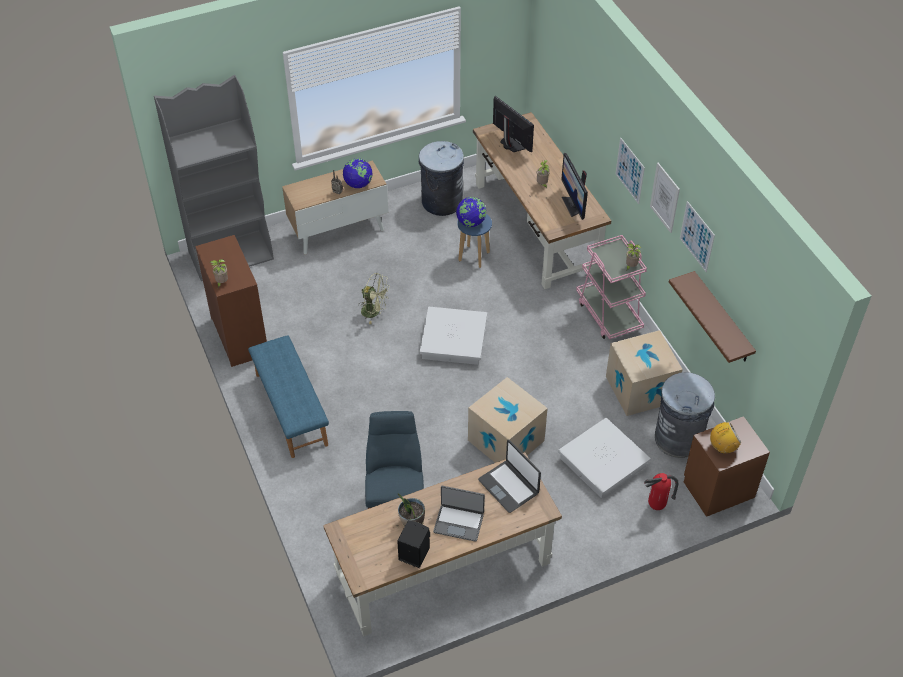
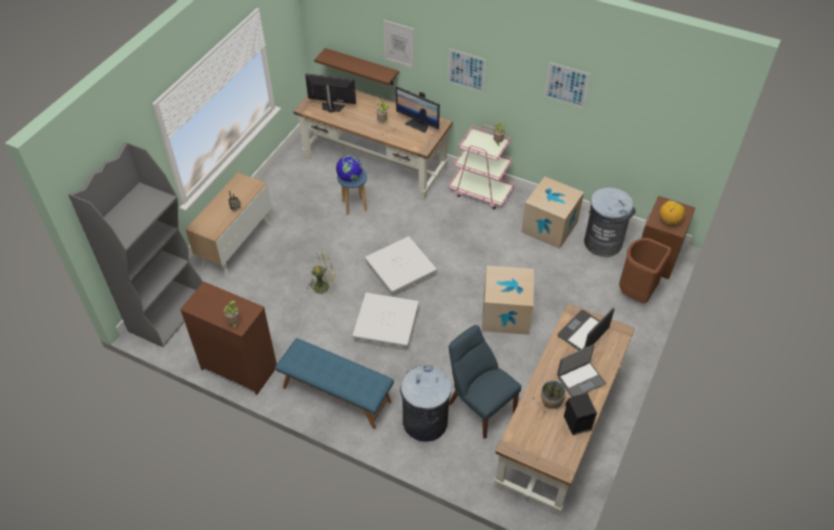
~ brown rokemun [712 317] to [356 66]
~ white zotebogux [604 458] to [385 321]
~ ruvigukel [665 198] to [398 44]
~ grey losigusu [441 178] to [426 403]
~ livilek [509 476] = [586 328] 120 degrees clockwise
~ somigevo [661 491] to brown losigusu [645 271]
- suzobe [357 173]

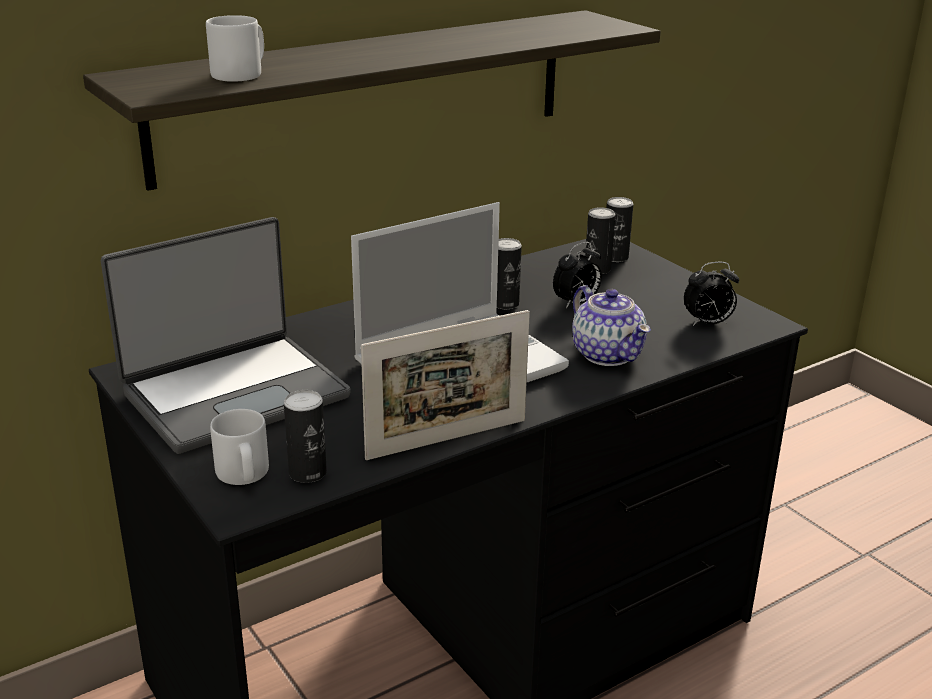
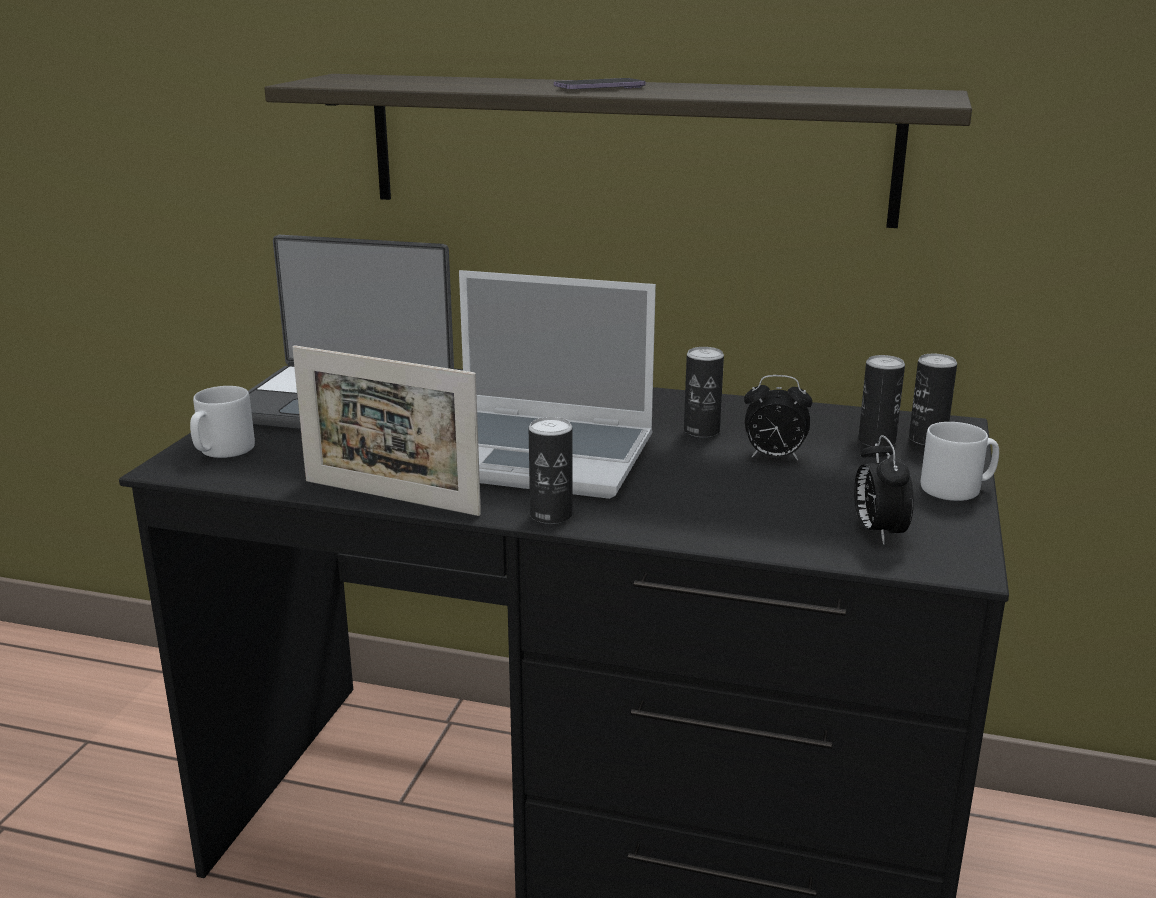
~ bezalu [305 436] to [551 470]
+ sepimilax [600 83]
~ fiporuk [711 294] = [884 490] 45 degrees clockwise
~ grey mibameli [235 48] to [960 461]
- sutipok [611 325]

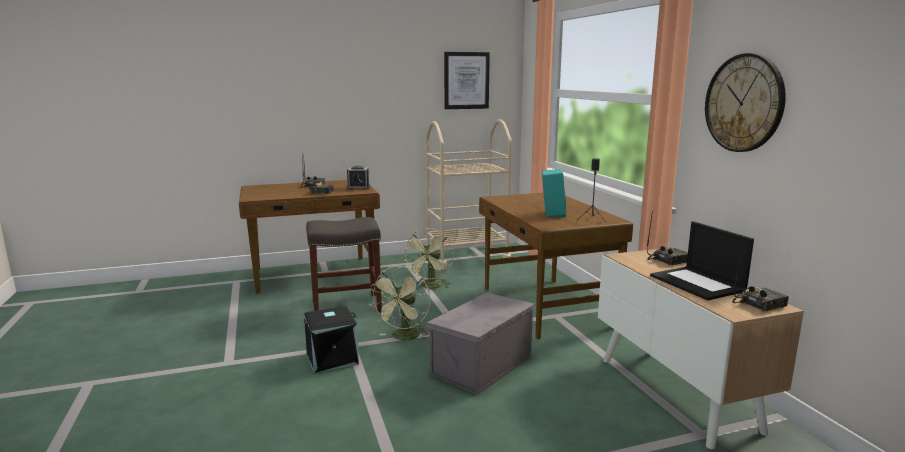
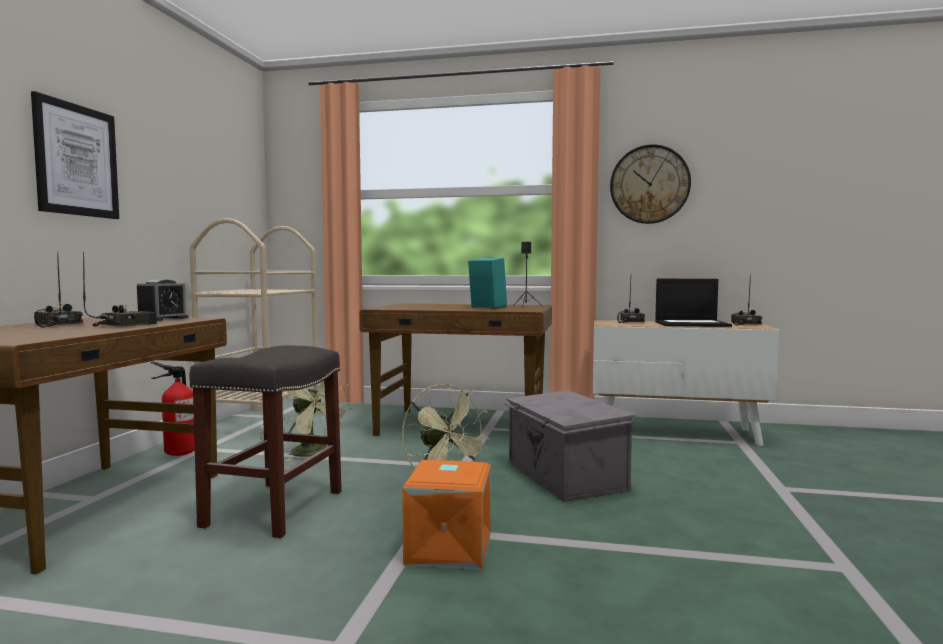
~ ruvigukel [467 80] to [75 155]
+ somigevo [173 409]
~ black zotebogux [331 339] to orange zotebogux [446 515]

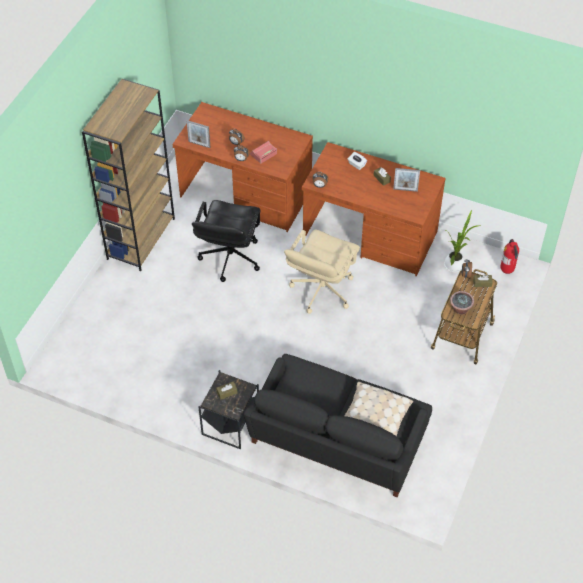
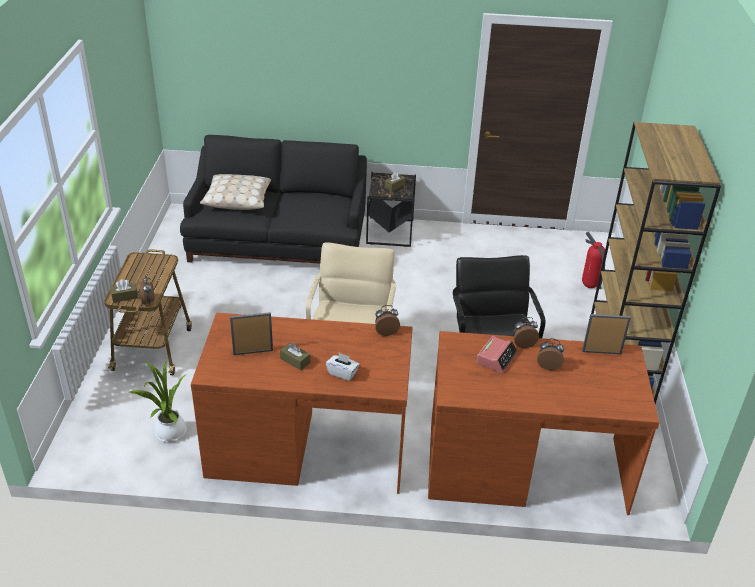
~ somigevo [509 256] to [593 260]
- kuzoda [462 302]

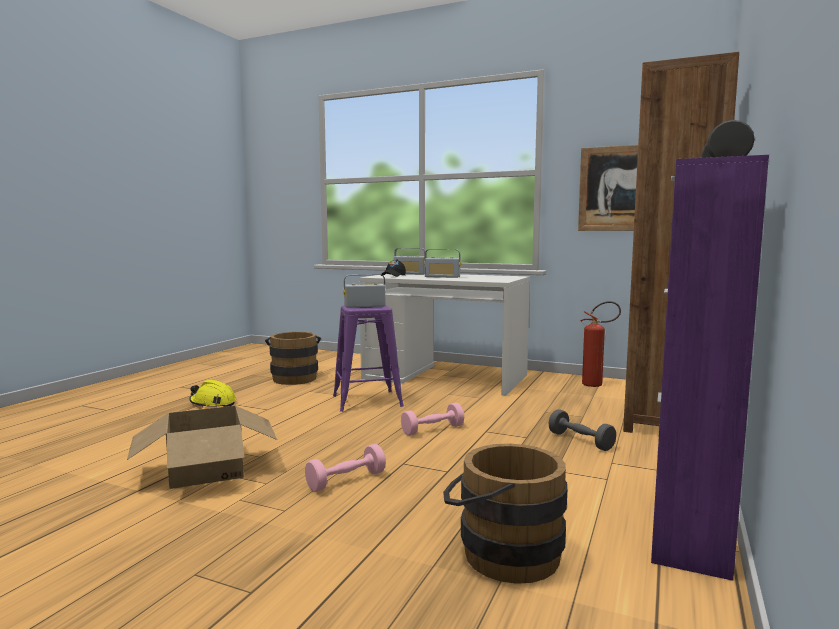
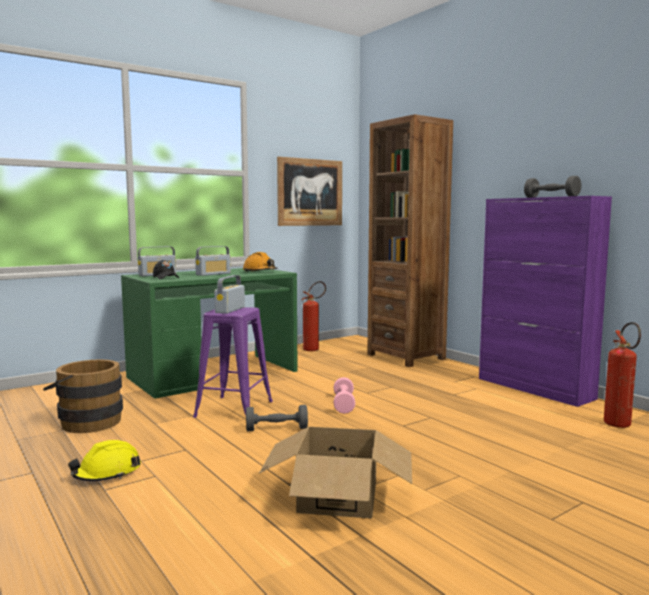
~ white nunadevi [444 335] to green nunadevi [209 333]
+ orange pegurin [260 262]
~ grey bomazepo [582 430] to [277 418]
+ somigevo [622 375]
- pink bomazepo [345 468]
- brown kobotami [505 514]

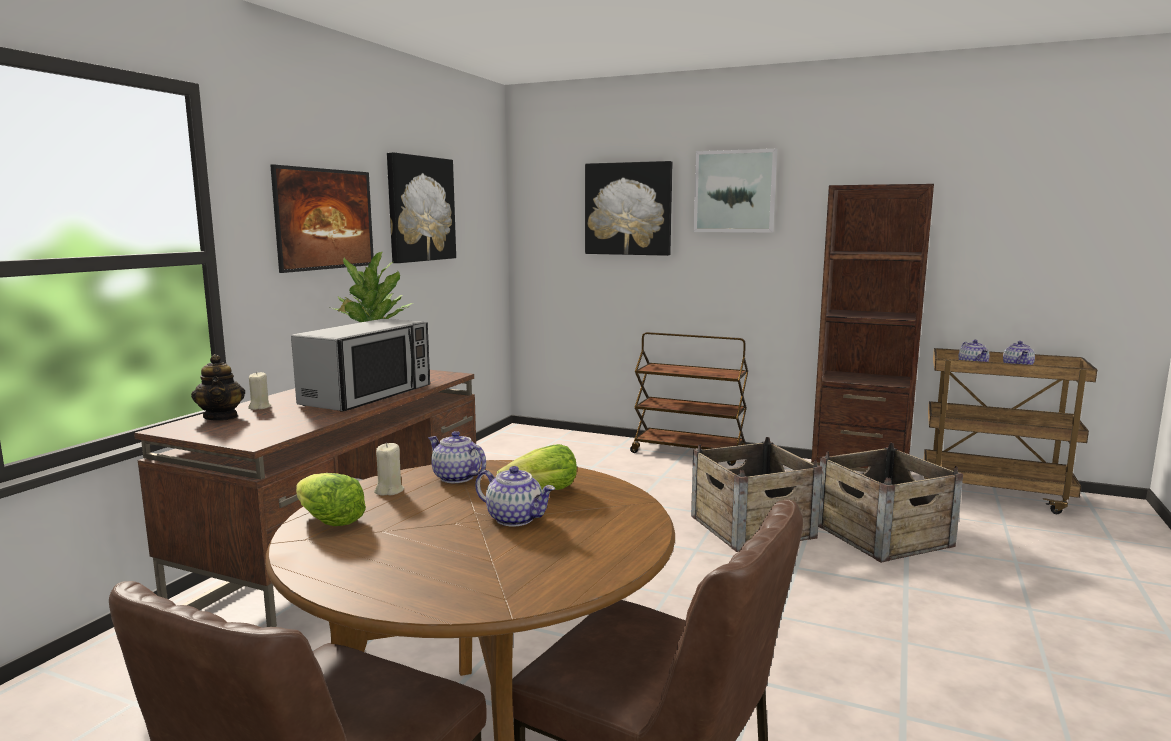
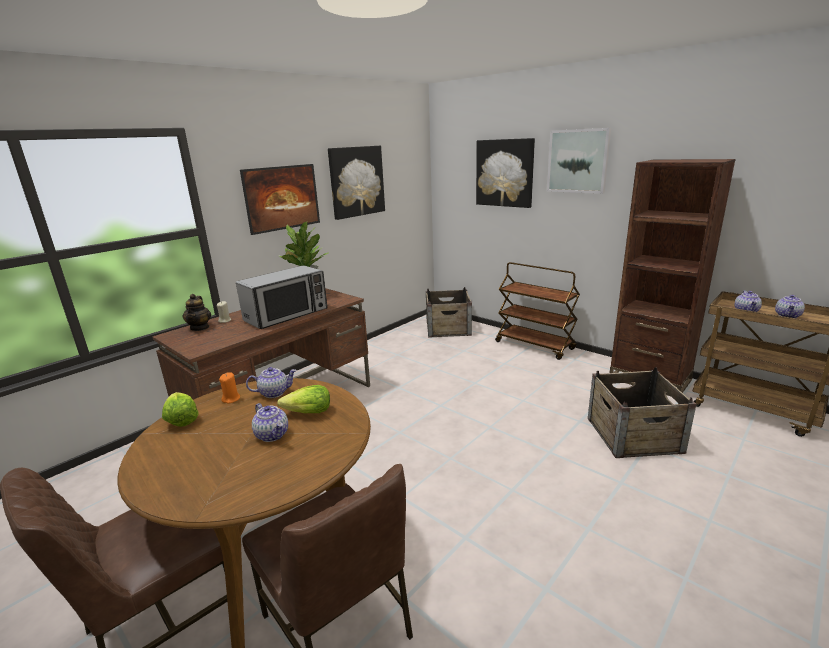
~ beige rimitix [389 469] to orange rimitix [229 388]
~ sutipok [457 457] = [271 382] 105 degrees clockwise
~ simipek [756 494] to [449 312]

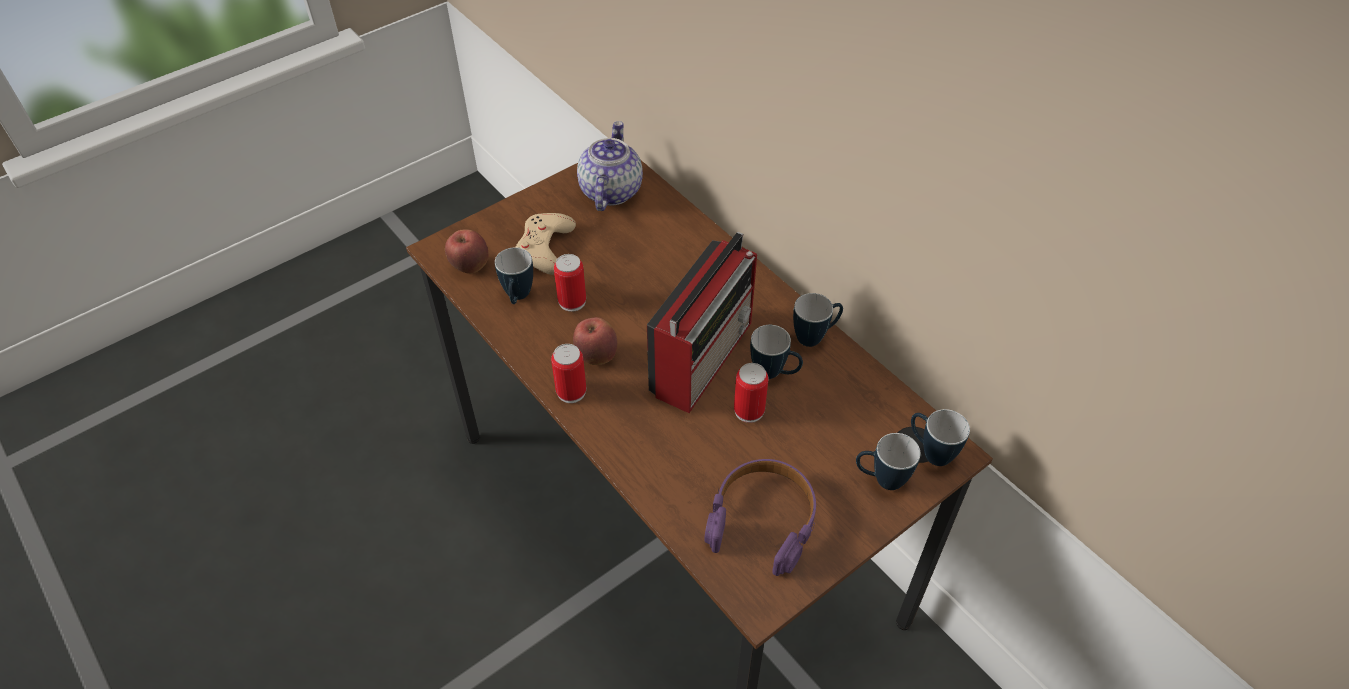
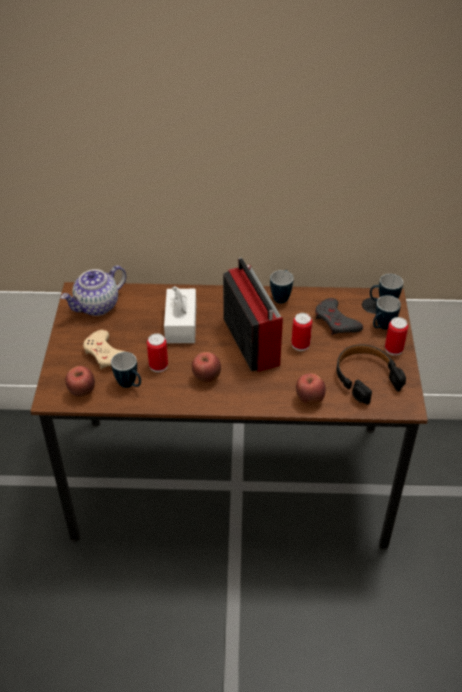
~ sutipok [610 166] = [93 290] 90 degrees counterclockwise
+ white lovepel [180 314]
+ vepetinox [311 389]
+ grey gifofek [339 316]
~ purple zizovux [760 517] to black zizovux [371 375]
~ bezalu [568 373] to [396 336]
- mibameli [776 352]

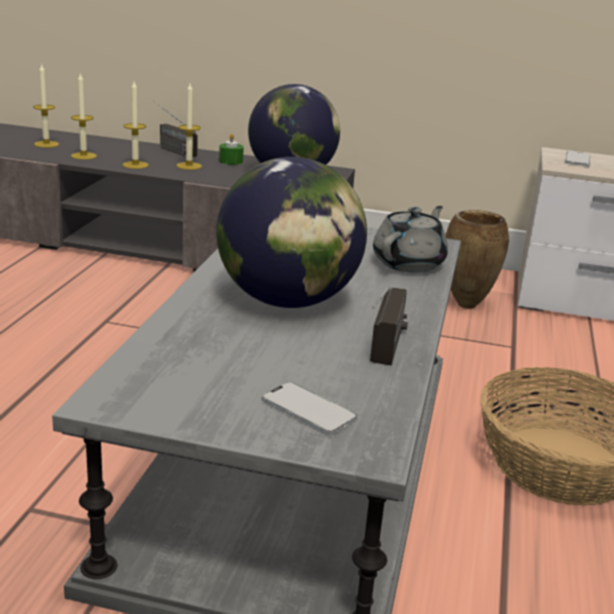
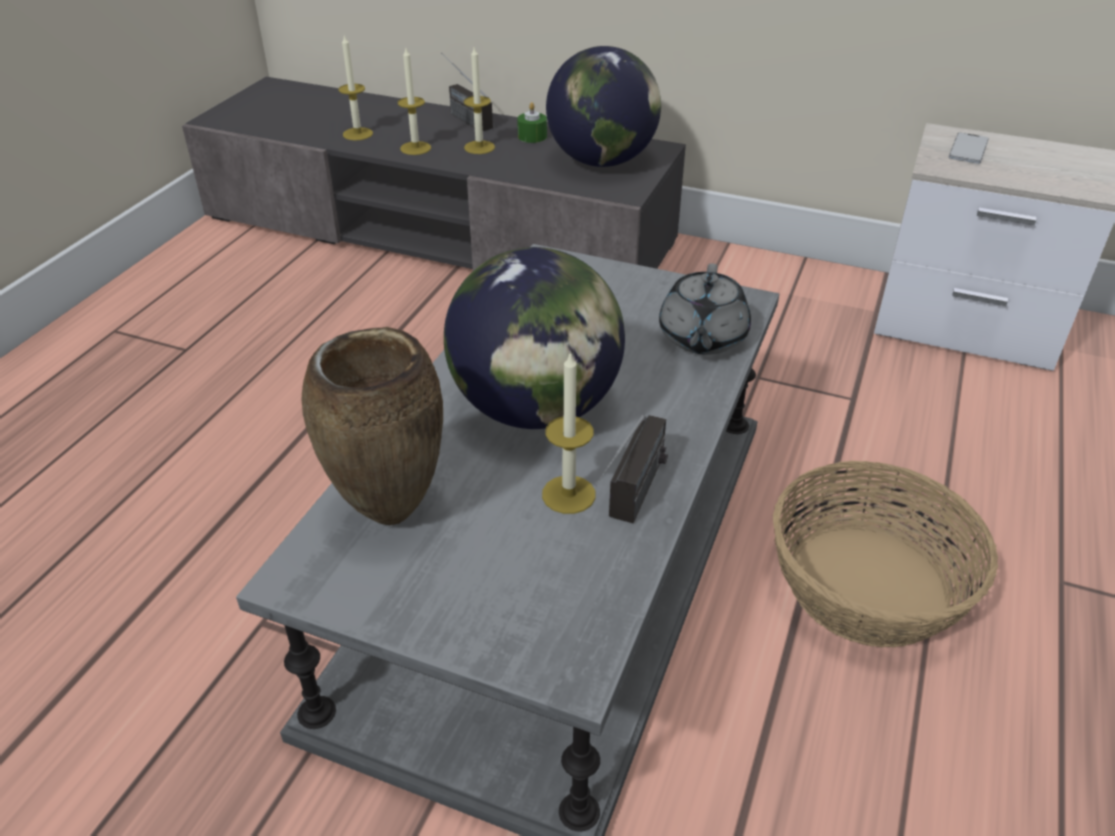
~ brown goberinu [477 259] to [372 426]
~ rimitix [46 105] to [569 432]
~ grey sutipok [410 239] = [705 309] 150 degrees clockwise
- sepimilax [310 409]

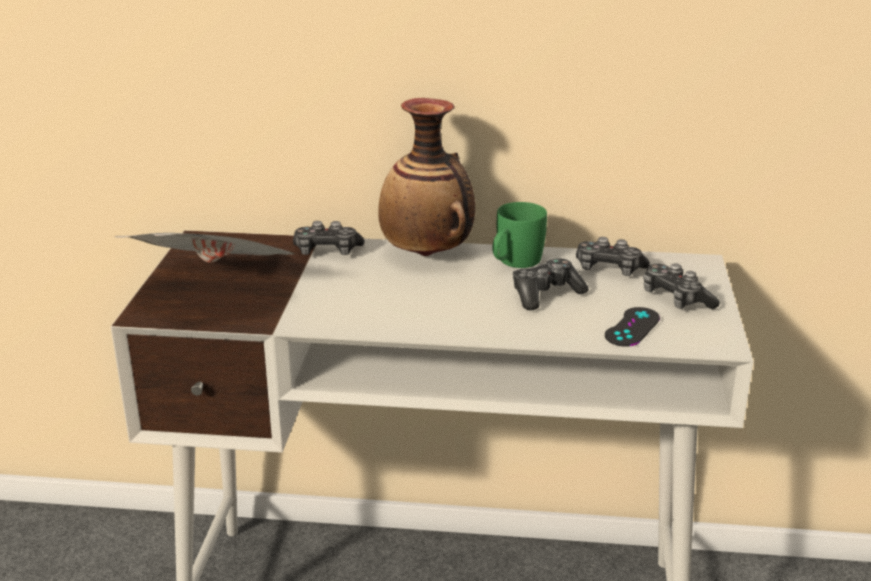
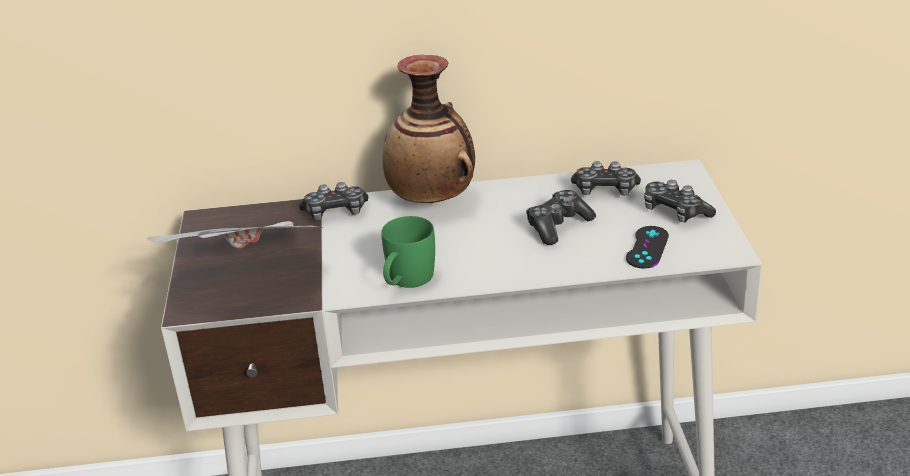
~ green mibameli [520 235] to [408 252]

